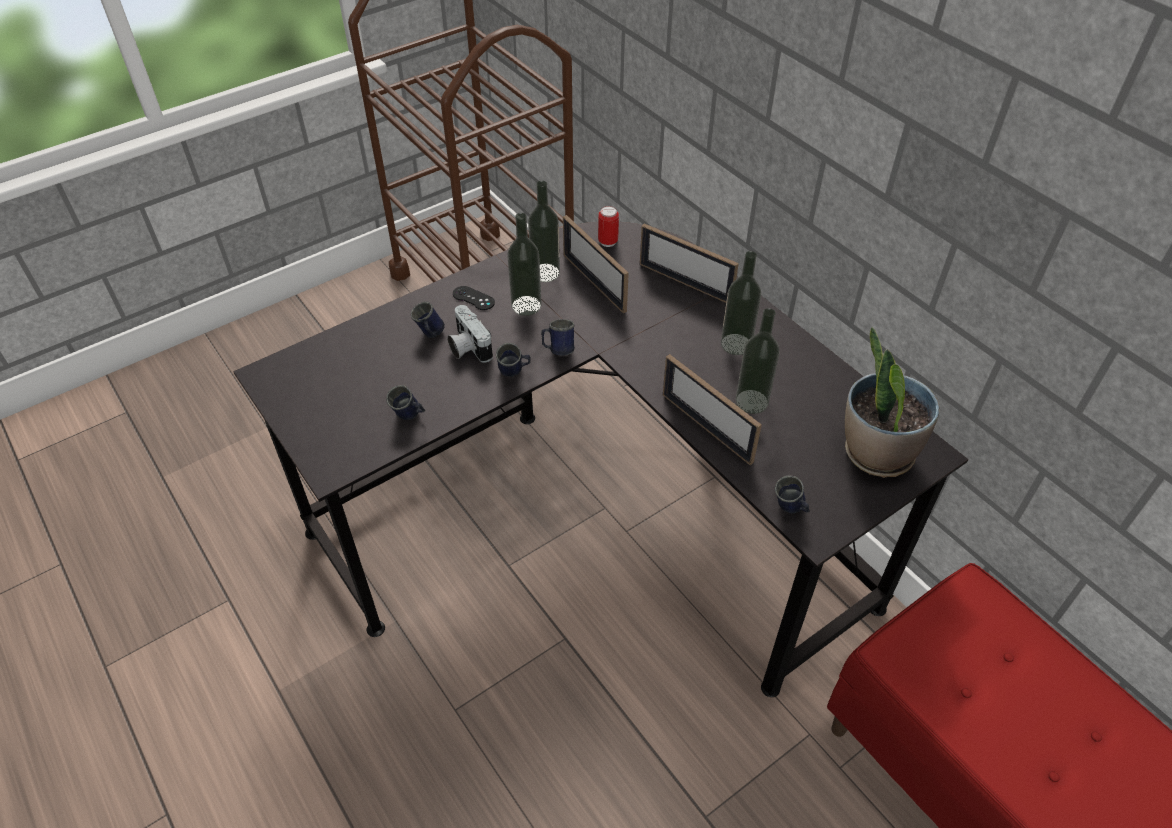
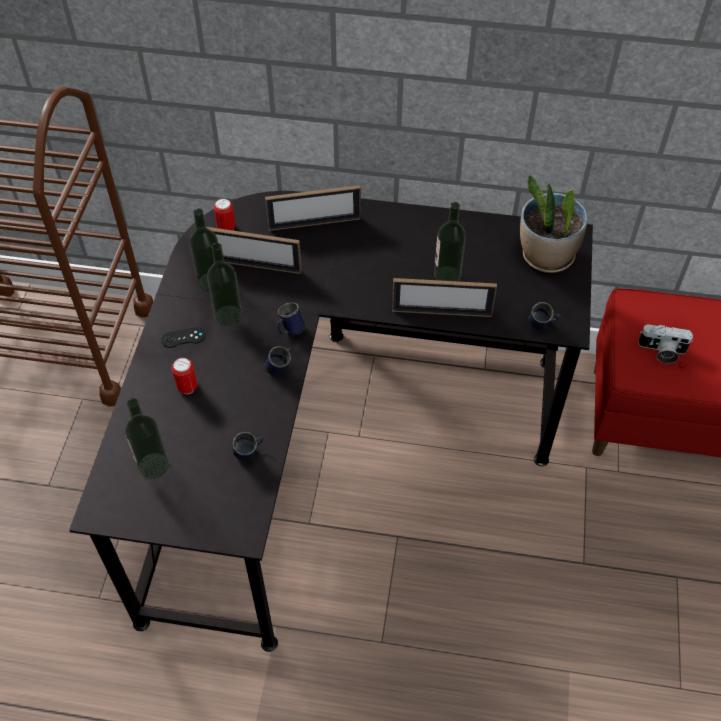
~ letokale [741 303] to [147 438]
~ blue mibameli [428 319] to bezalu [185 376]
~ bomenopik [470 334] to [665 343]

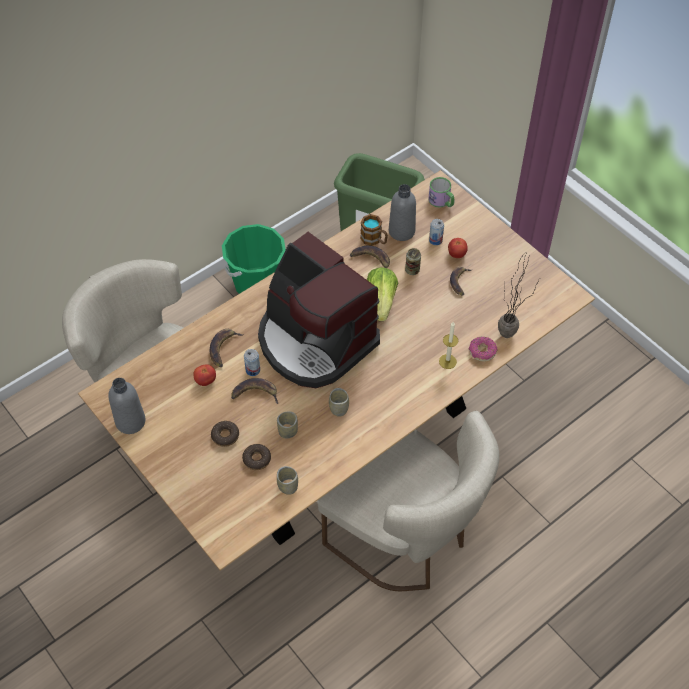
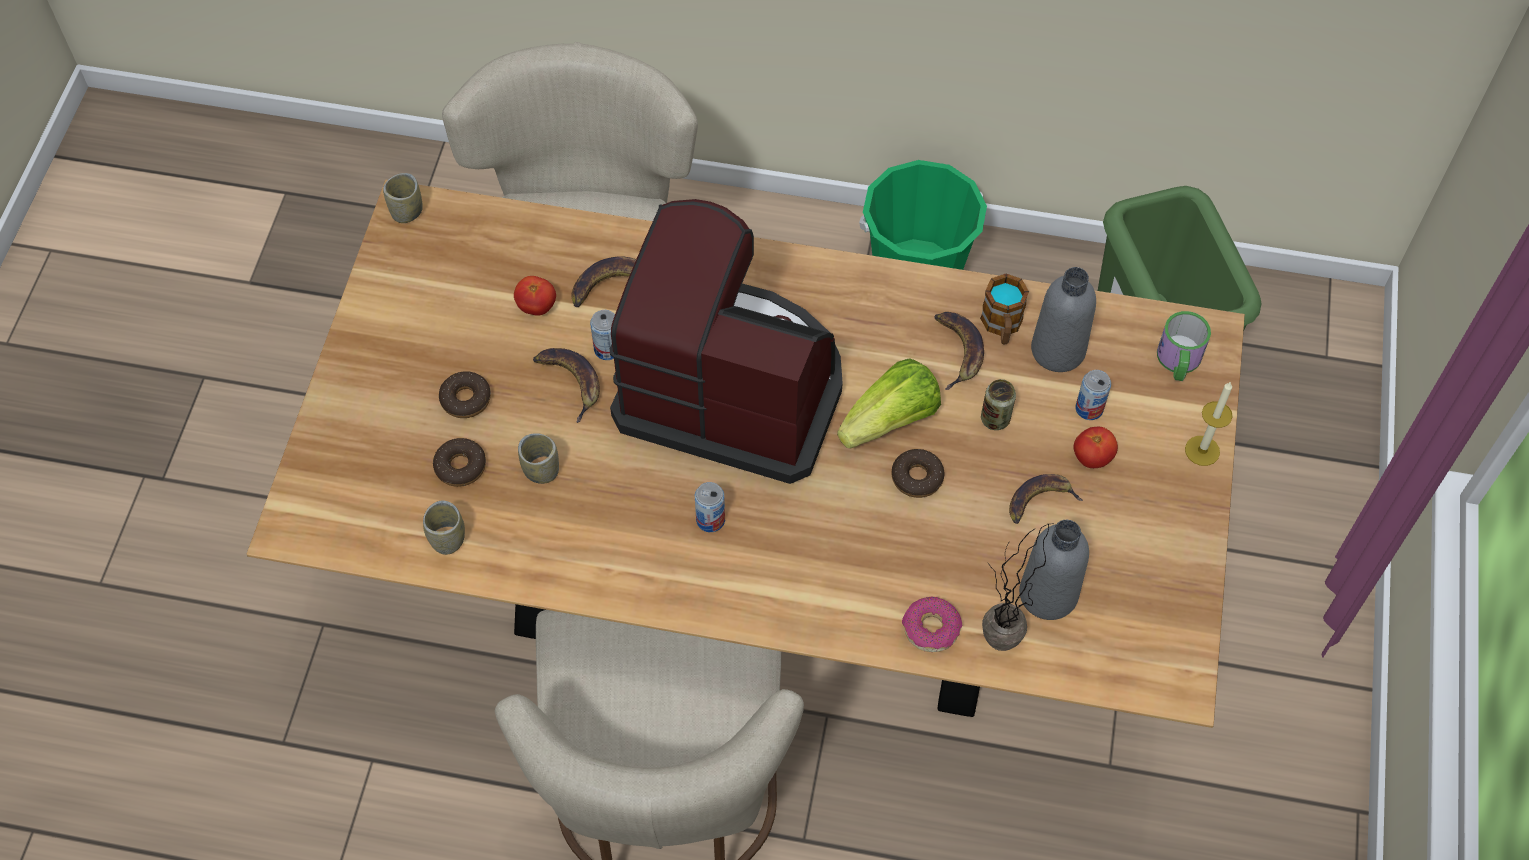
~ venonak [339 402] to [403 198]
~ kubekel [319 310] = [726 341] 105 degrees clockwise
+ bezalu [710 507]
+ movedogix [918 473]
~ grey letokale [127 406] to [1054 570]
~ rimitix [448 345] to [1209 423]

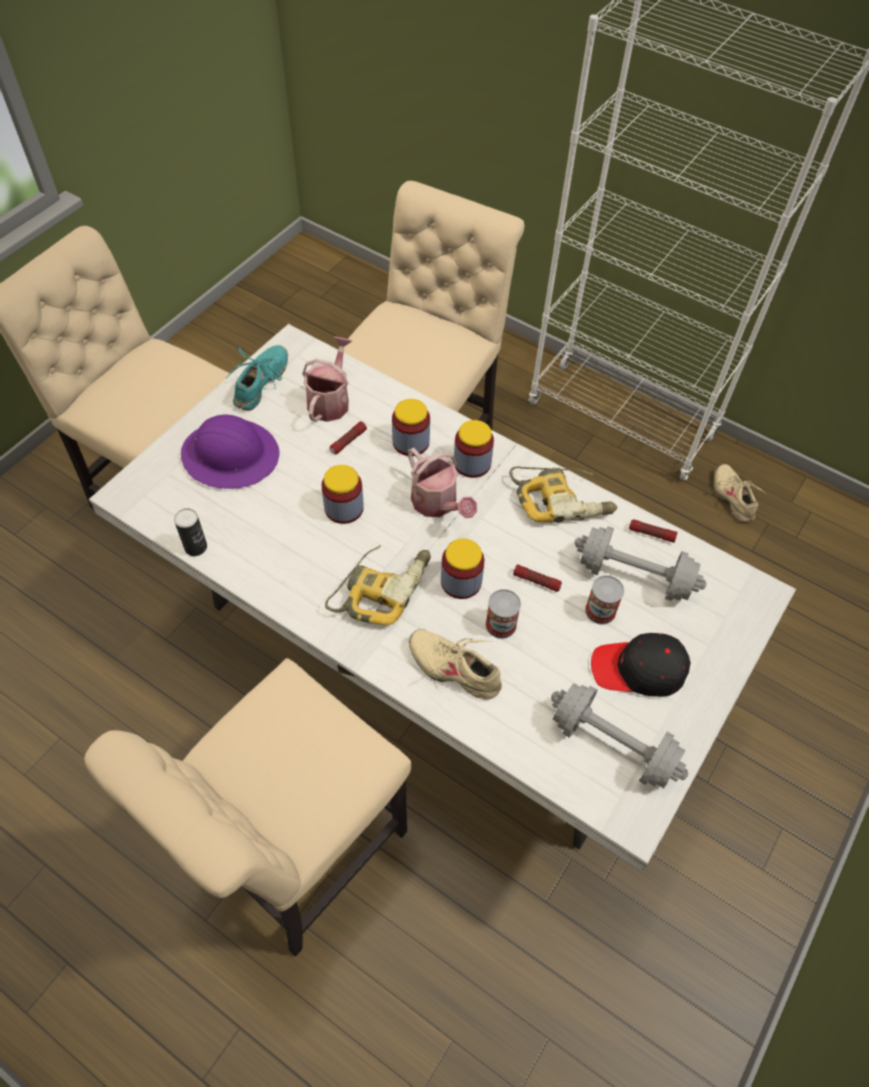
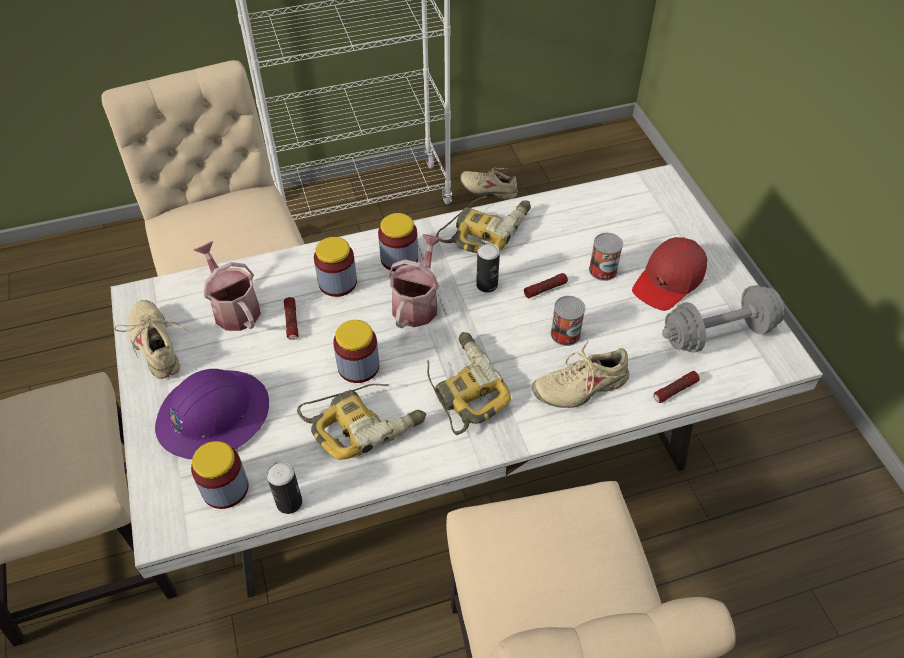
~ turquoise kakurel [257 377] to beige kakurel [152 339]
~ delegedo [462 569] to [220 475]
+ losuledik [361 422]
~ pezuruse [442 483] = [415 281] 75 degrees counterclockwise
+ bezalu [488 268]
~ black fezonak [641 665] to red fezonak [669 274]
~ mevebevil [653 531] to [676 387]
- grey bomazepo [640 563]

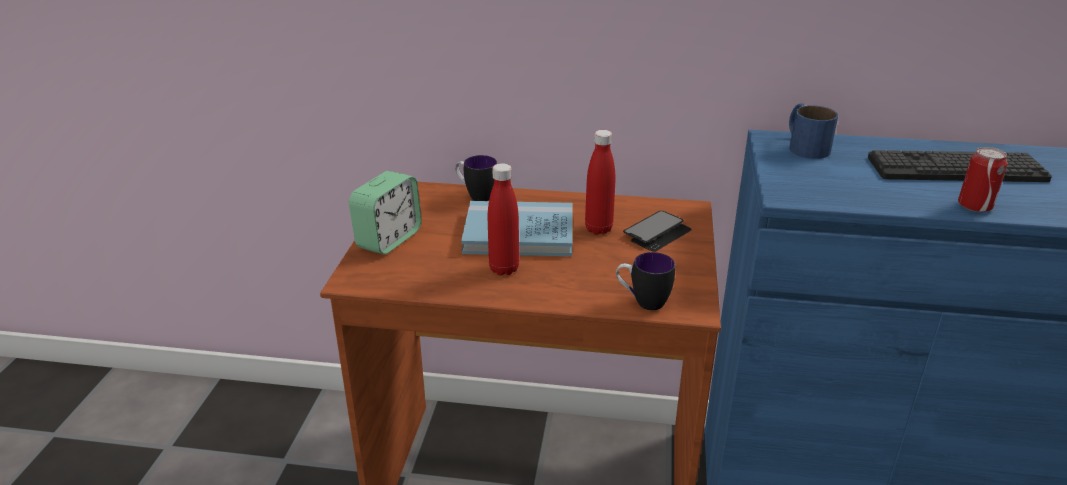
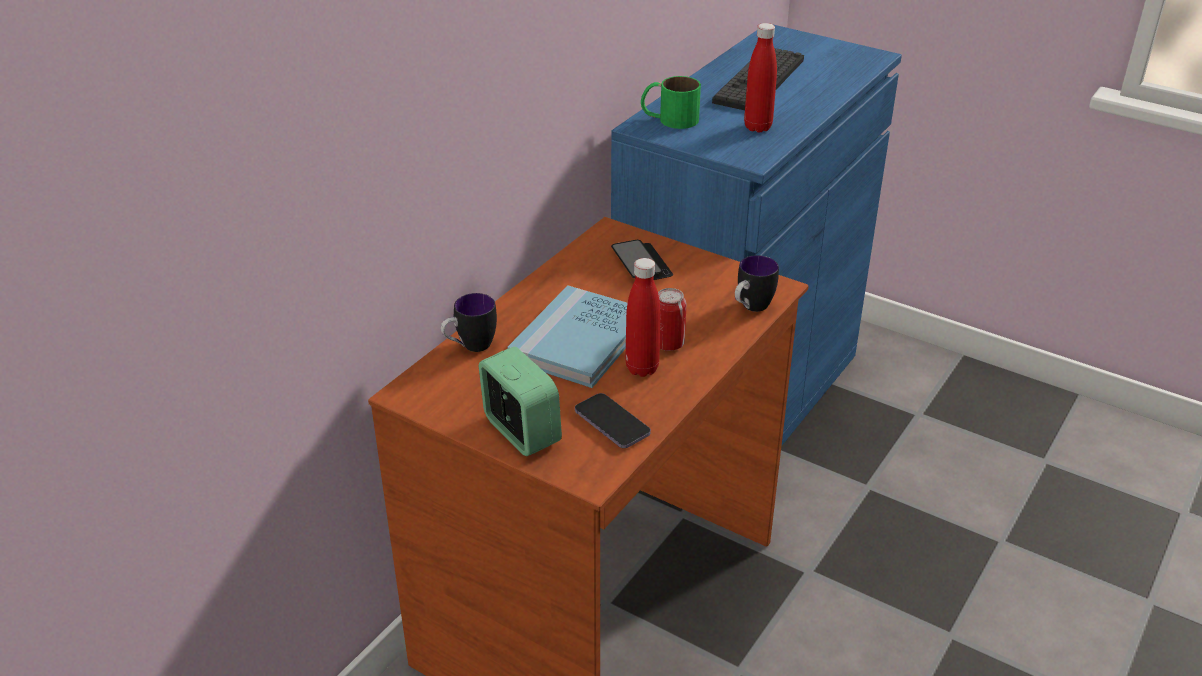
+ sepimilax [613 420]
~ blue mibameli [813 131] to green mibameli [671 102]
~ bezalu [983 179] to [672 319]
~ red letokale [600 182] to [760 77]

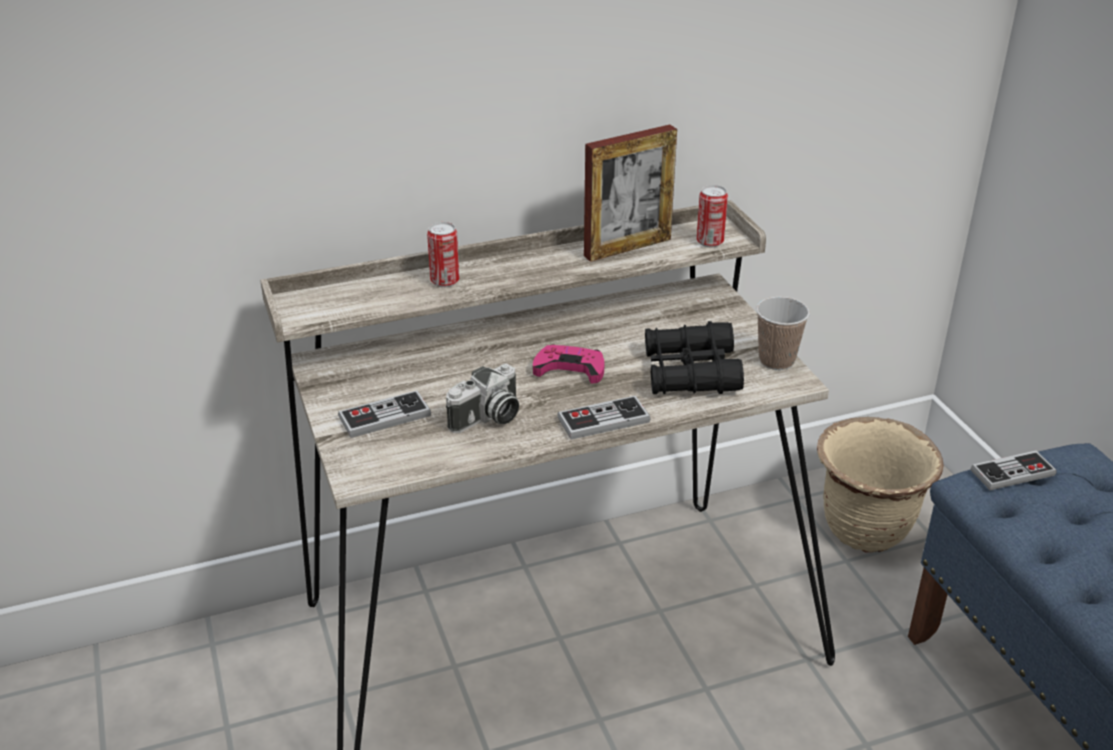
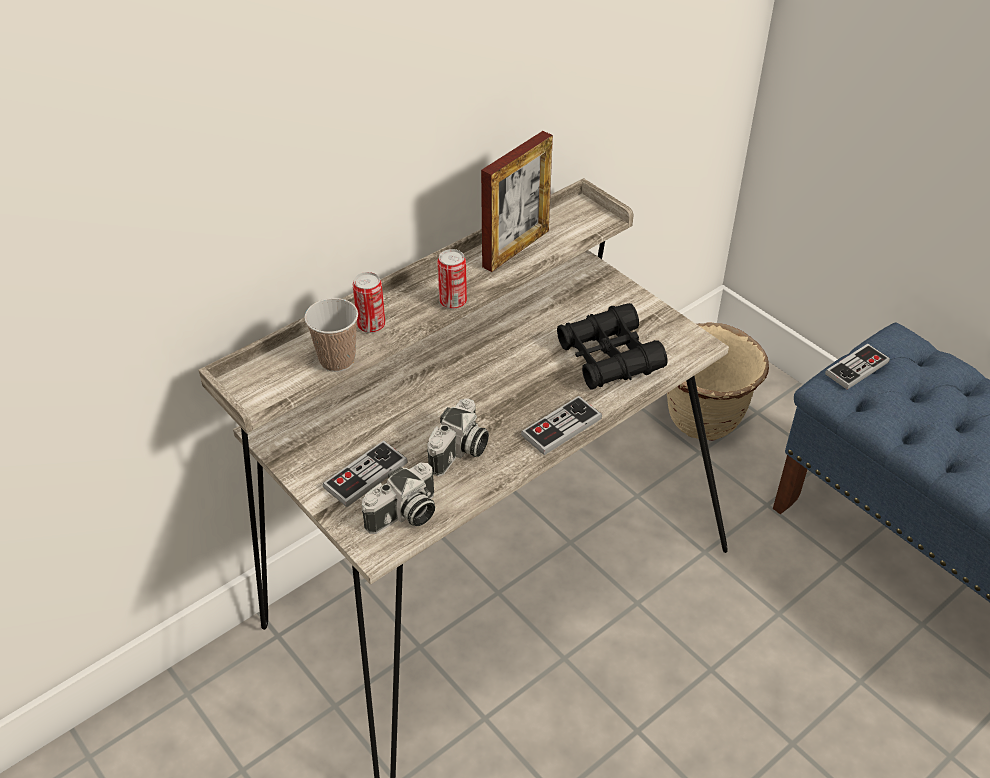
~ venonak [783 333] to [331 335]
+ bomenopik [398 498]
~ bezalu [712 216] to [452 279]
- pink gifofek [569 364]

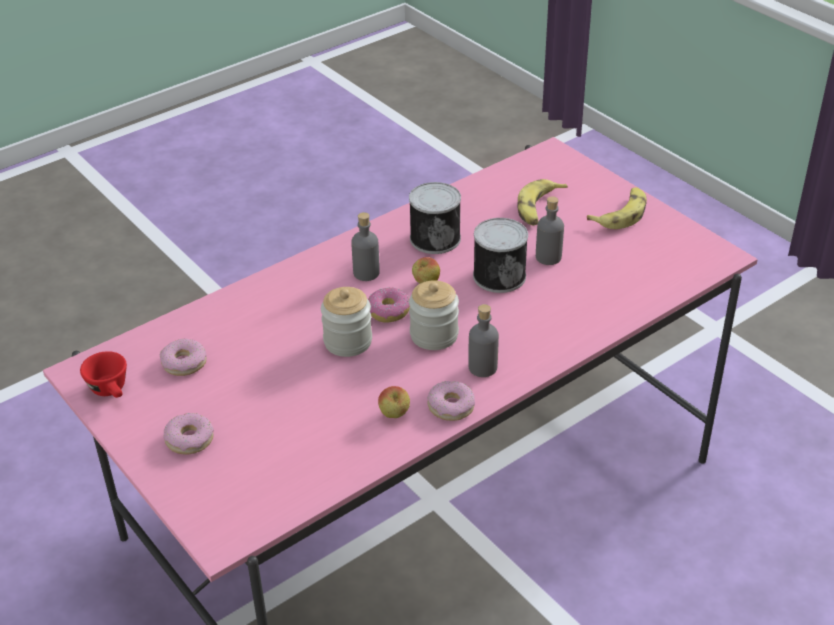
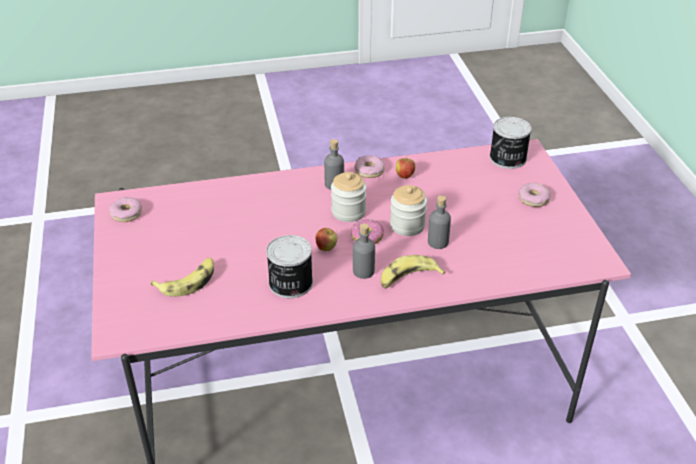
~ movedogix [183 357] to [125 209]
~ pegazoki [617 208] to [413 272]
~ grey letokale [550 230] to [439 222]
~ bezalu [500 255] to [511 143]
- red venonak [103 374]

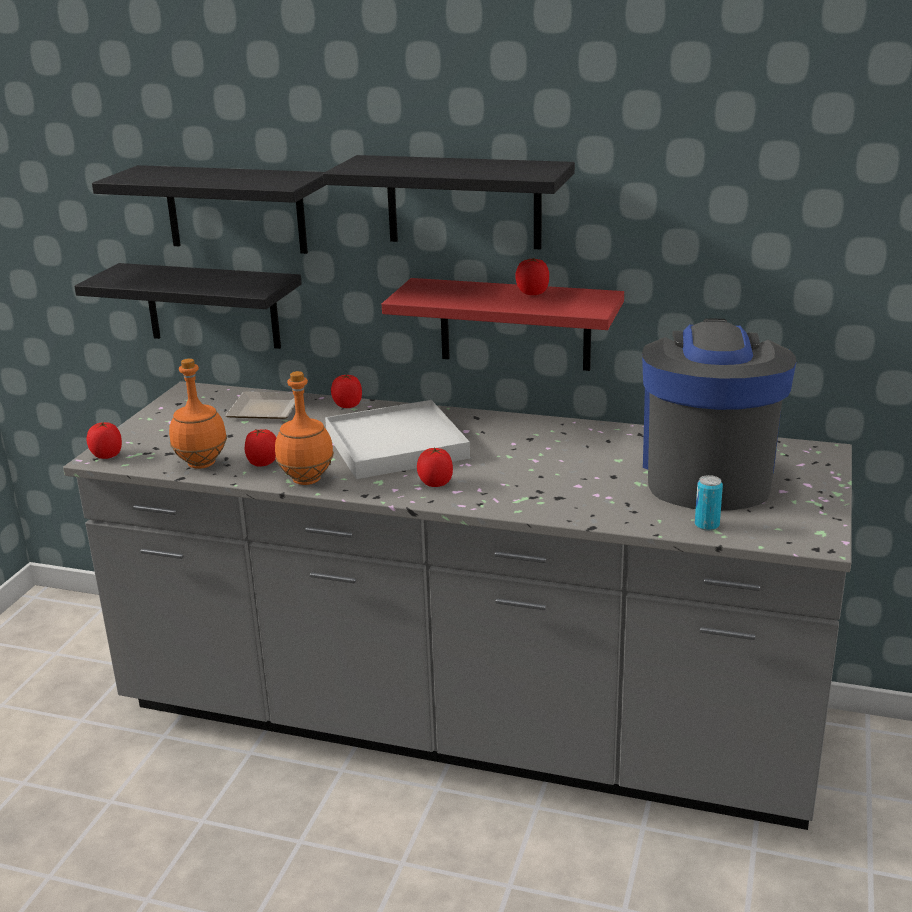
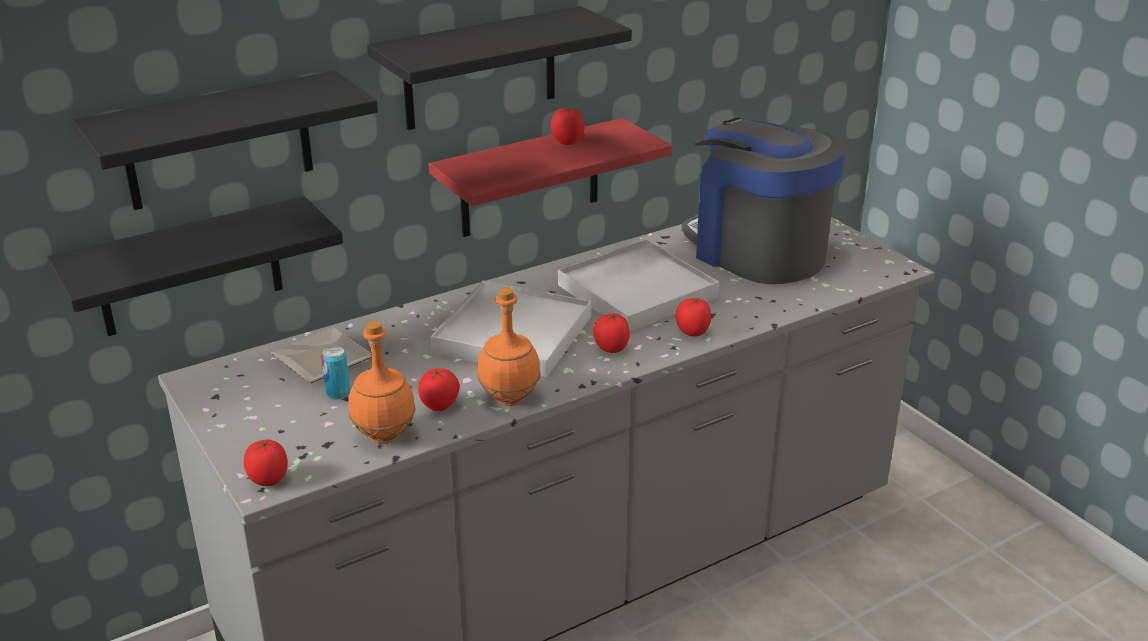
~ bezalu [709 503] to [335 373]
+ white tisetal [638 285]
~ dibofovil [346 391] to [693 317]

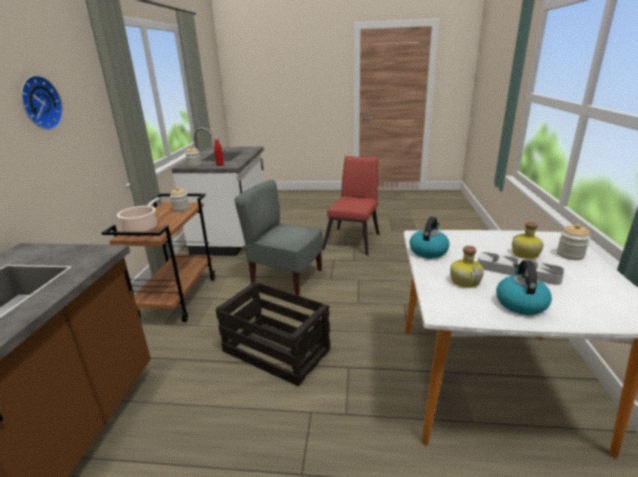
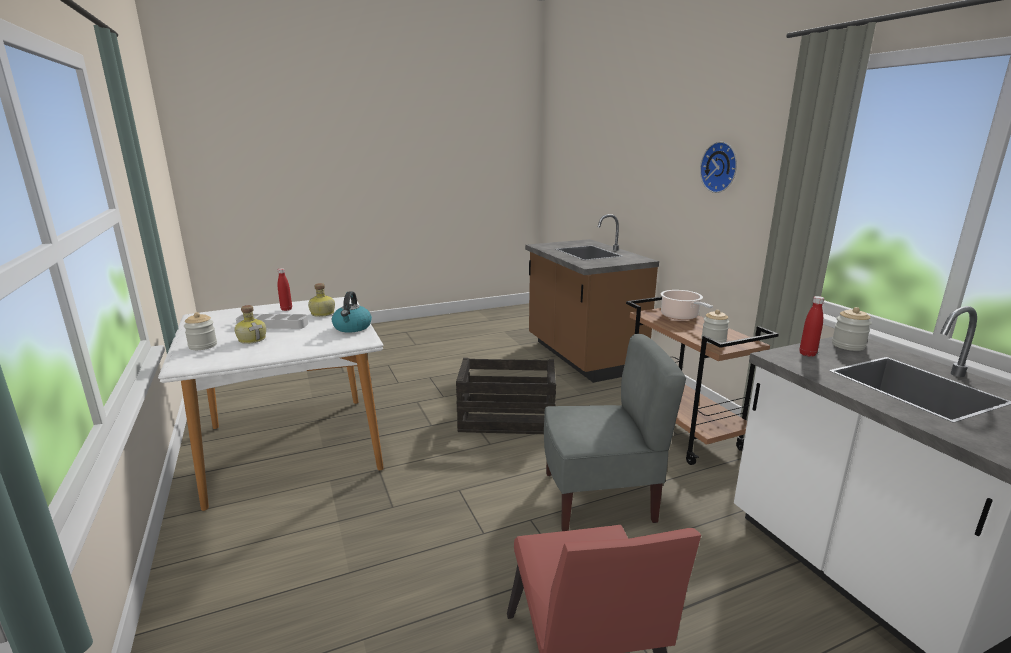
~ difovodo [524 287] to red letokale [285 289]

